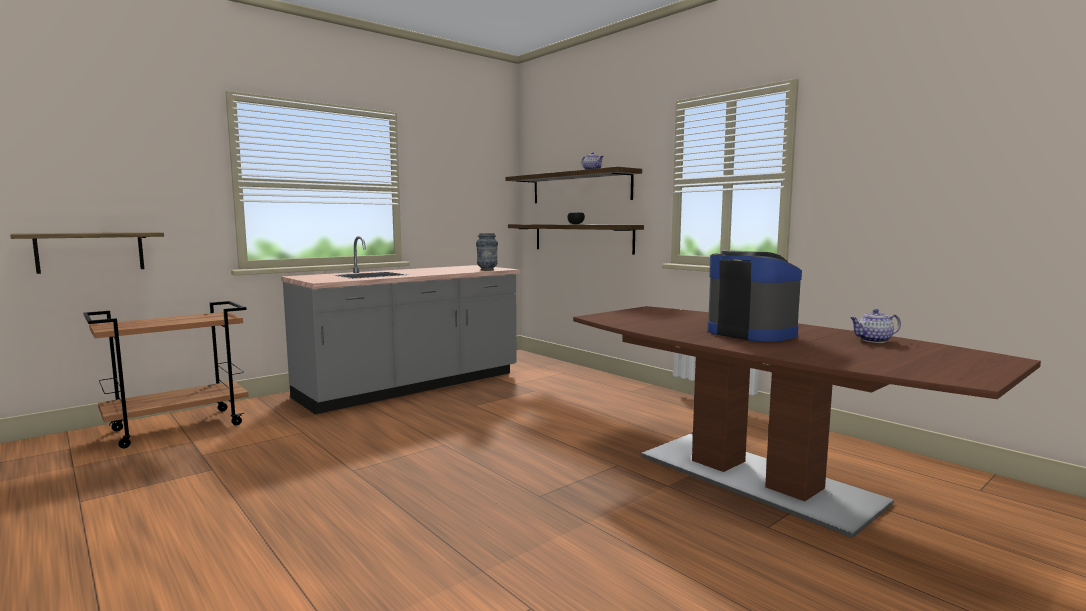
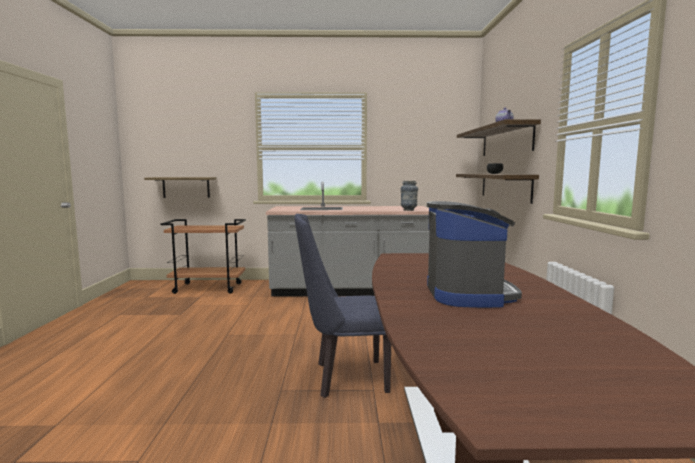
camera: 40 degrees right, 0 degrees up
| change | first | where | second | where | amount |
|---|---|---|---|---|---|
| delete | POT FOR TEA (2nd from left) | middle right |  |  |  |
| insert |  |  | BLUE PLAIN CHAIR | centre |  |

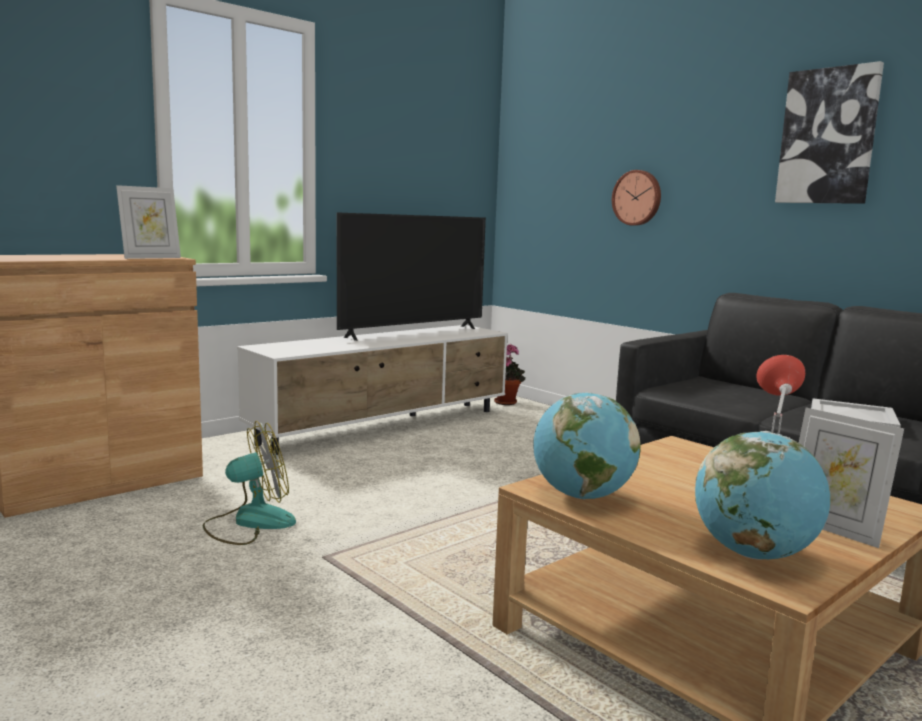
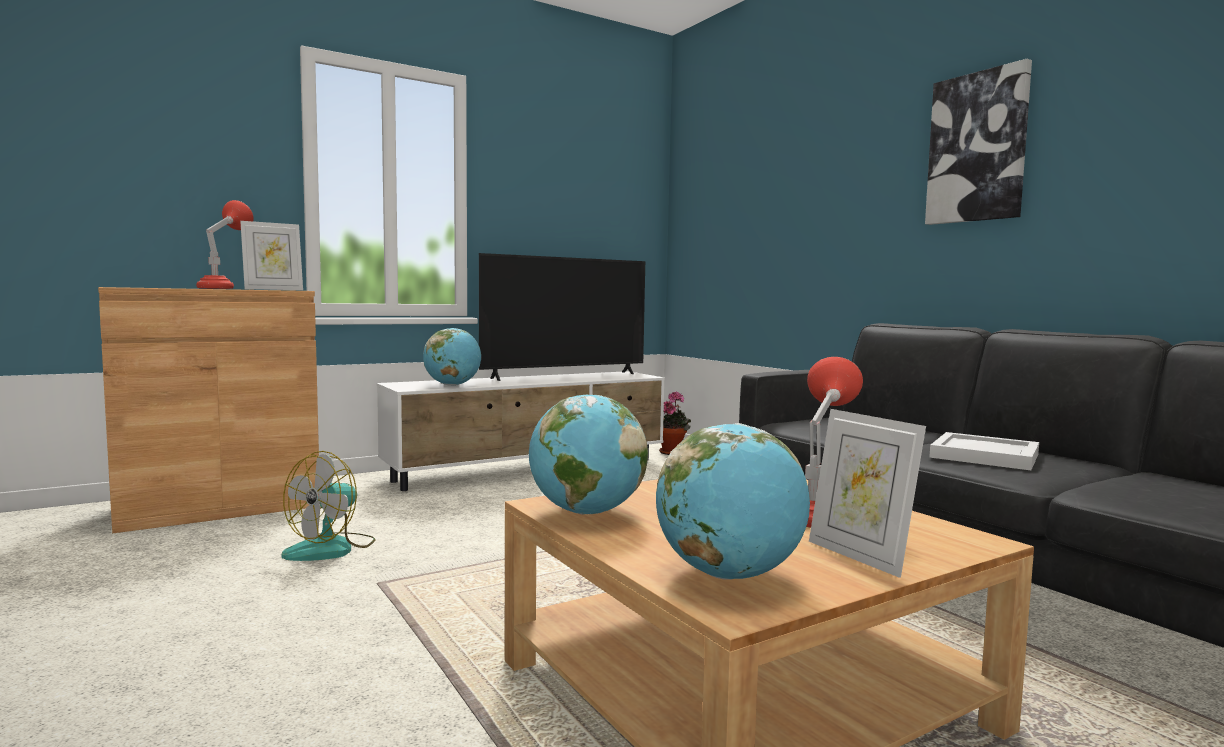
camera: 10 degrees right, 5 degrees down
| change | first | where | second | where | amount |
|---|---|---|---|---|---|
| delete | HANGING CLOCK | top right |  |  |  |
| rotate | ELECTRIC FAN | bottom left |  | bottom left | 135 degrees clockwise |
| insert |  |  | RED LAMP FOR A TABLE (1st from left) | top left |  |
| insert |  |  | DESK GLOBE (1st from left) | centre |  |

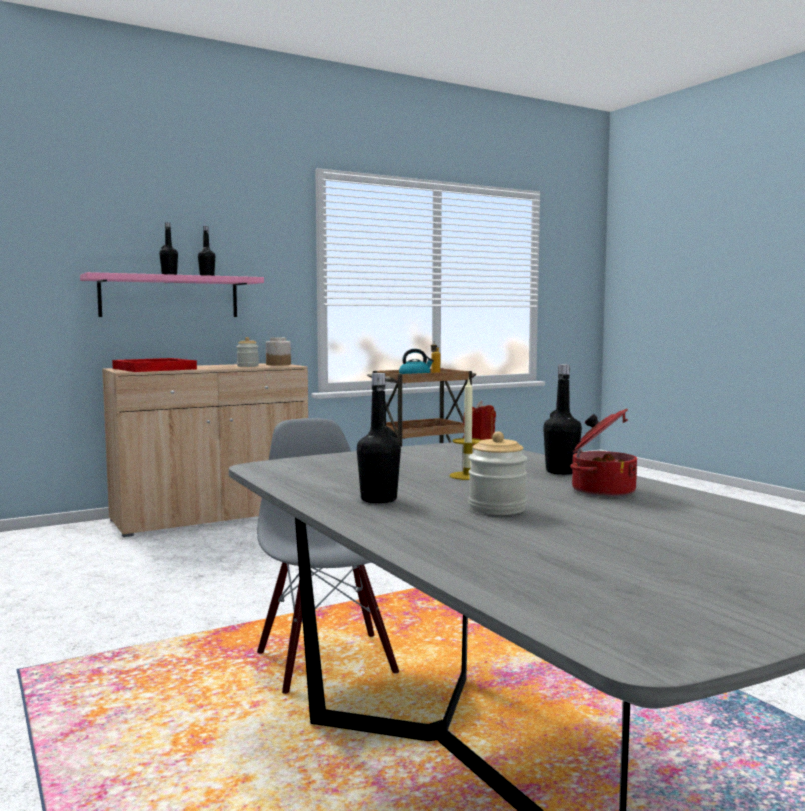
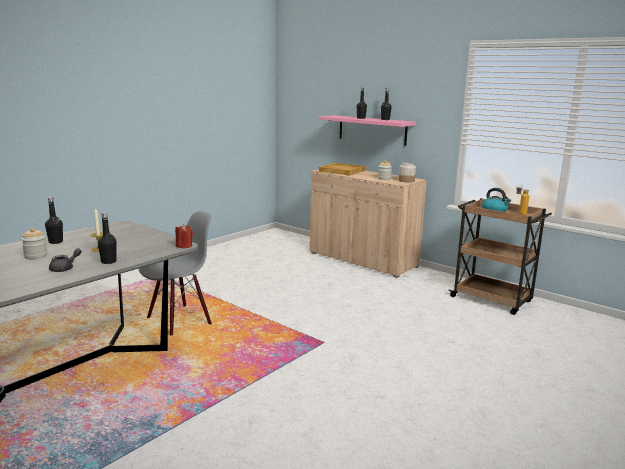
camera: 70 degrees right, 10 degrees up
| change | first | where | second | where | amount |
|---|---|---|---|---|---|
| recolor | RED CARRYING TRAY | middle left | BEIGE-COLOURED CARRYING TRAY | centre |  |
| replace | SAUCEPOT | middle right | GREYISH POT FOR TEA | middle left |  |

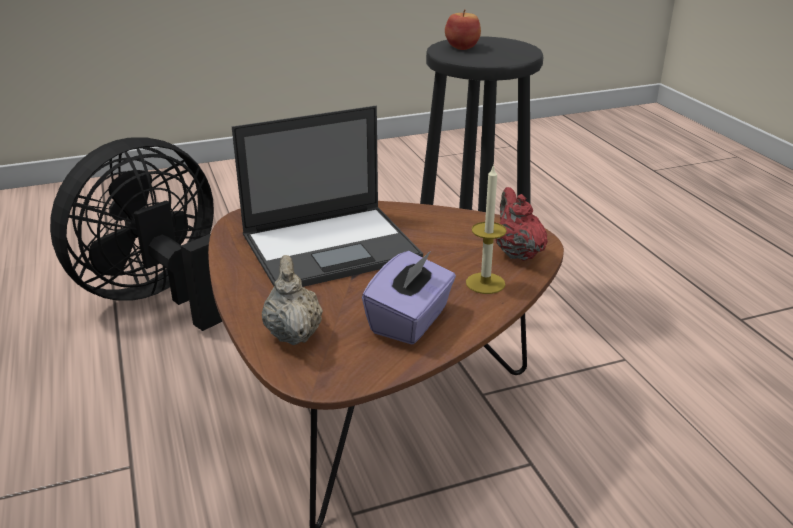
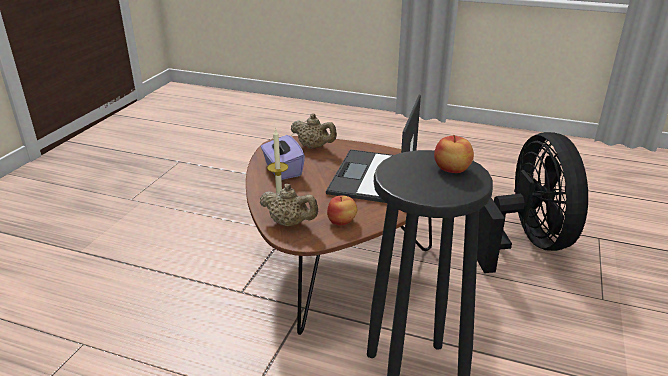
camera: 130 degrees right, 0 degrees up
| change | first | where | second | where | amount |
|---|---|---|---|---|---|
| recolor | RED POT FOR TEA | centre | BEIGE-COLOURED POT FOR TEA (1st from left) | centre |  |
| insert |  |  | APPLE (1st from left) | centre |  |

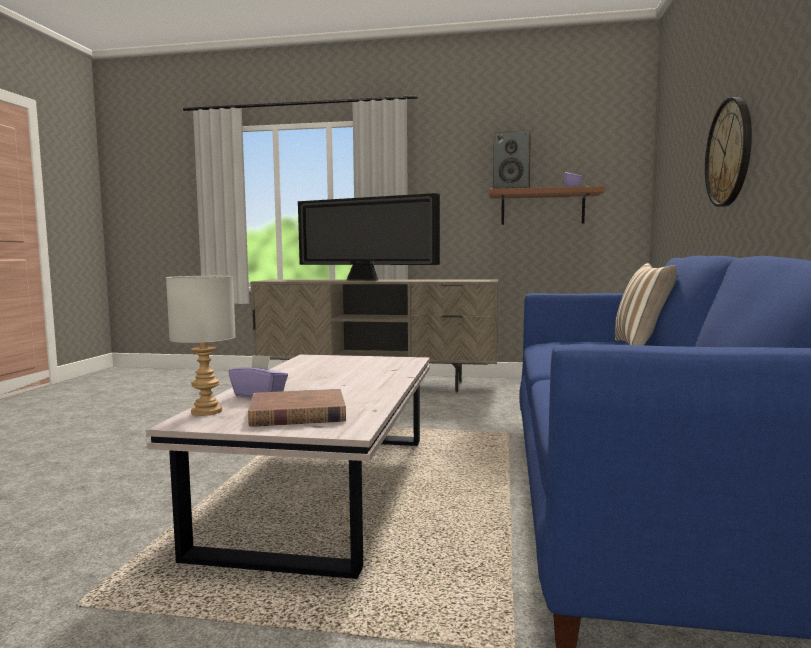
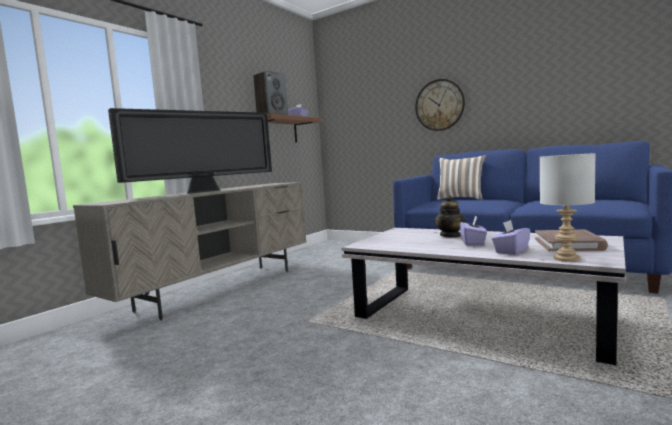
camera: 65 degrees left, 0 degrees up
| change | first | where | second | where | amount |
|---|---|---|---|---|---|
| insert |  |  | POT FOR TEA | middle right |  |
| insert |  |  | PURPLISH TISSUE HOLDER (2nd from left) | middle right |  |

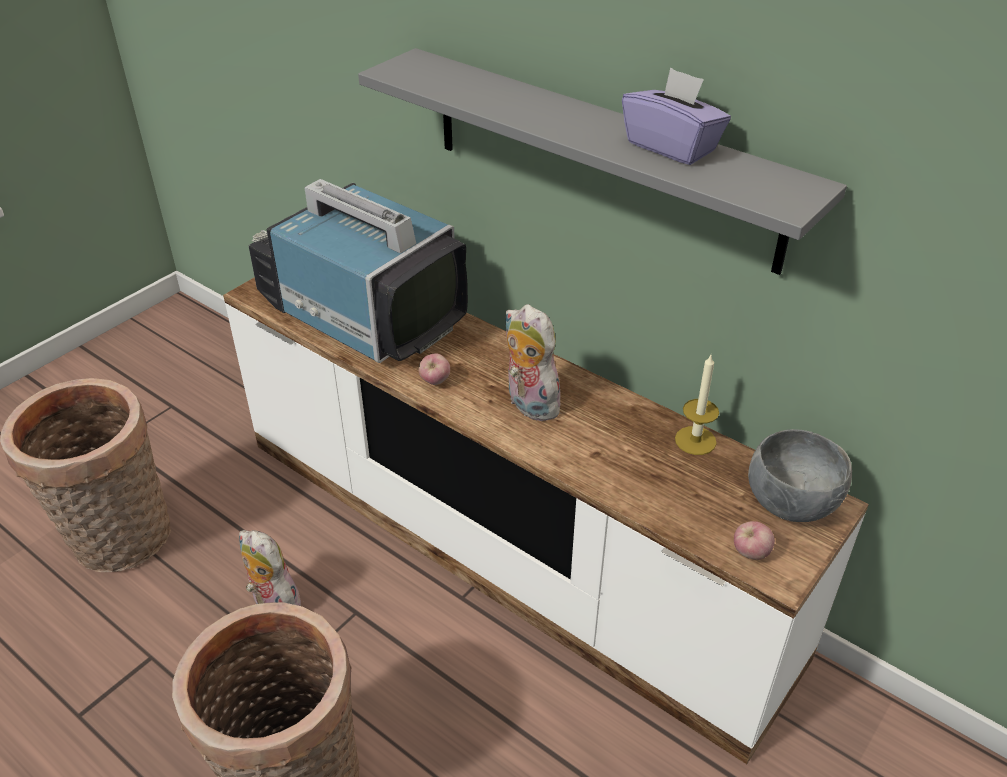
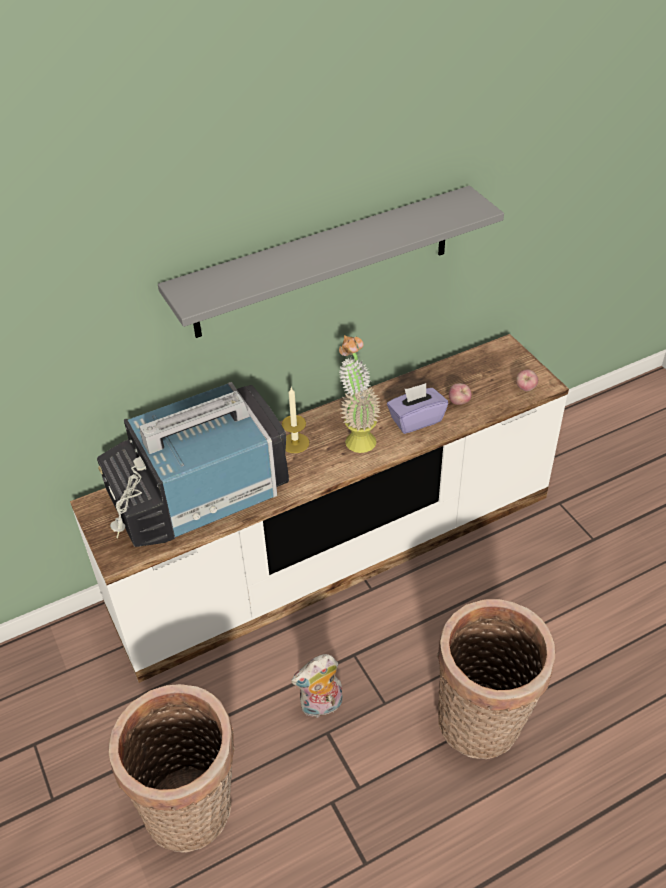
camera: 65 degrees left, 5 degrees up
| change | first | where | second | where | amount |
|---|---|---|---|---|---|
| move | PURPLISH TISSUE HOLDER | top right |  | centre |  |
| replace | SOFT TOY (2nd from left) | centre | POTTED PLANT | centre |  |
| move | APPLE (1st from left) | centre |  | middle right |  |
| move | CANDLE | middle right |  | centre |  |
| delete | GREYISH BOWL | middle right |  |  |  |

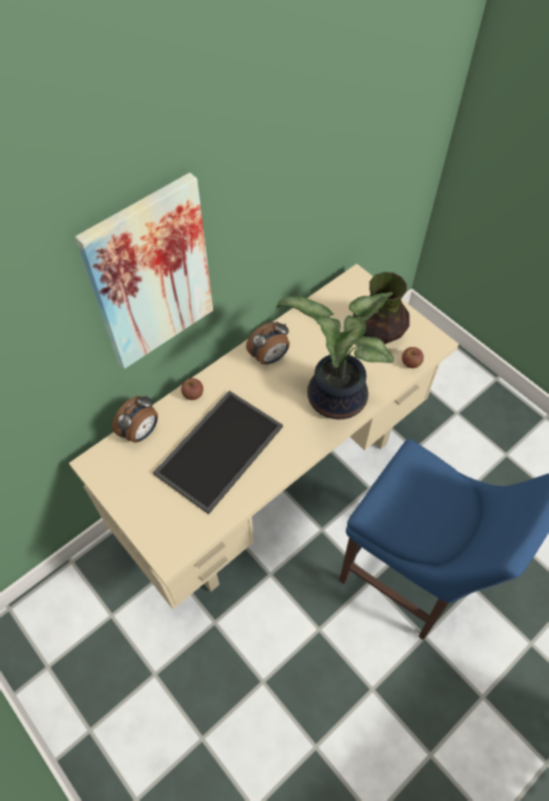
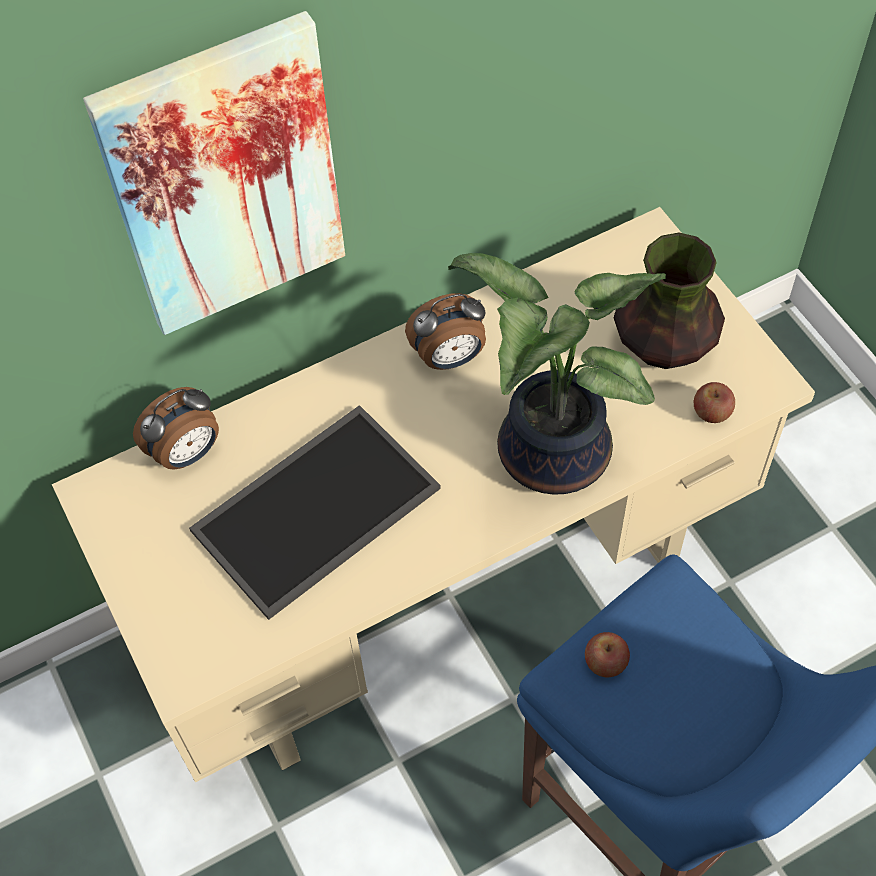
camera: 15 degrees right, 0 degrees up
| change | first | where | second | where | amount |
|---|---|---|---|---|---|
| move | APPLE (1st from left) | centre |  | bottom right |  |

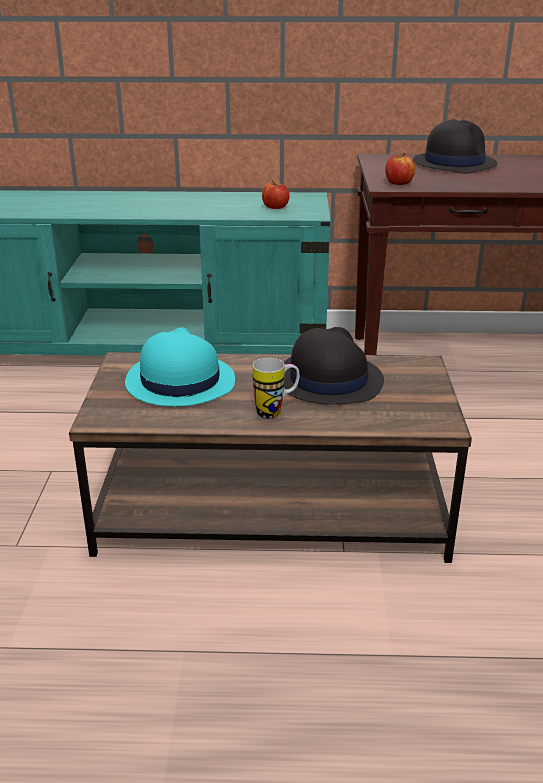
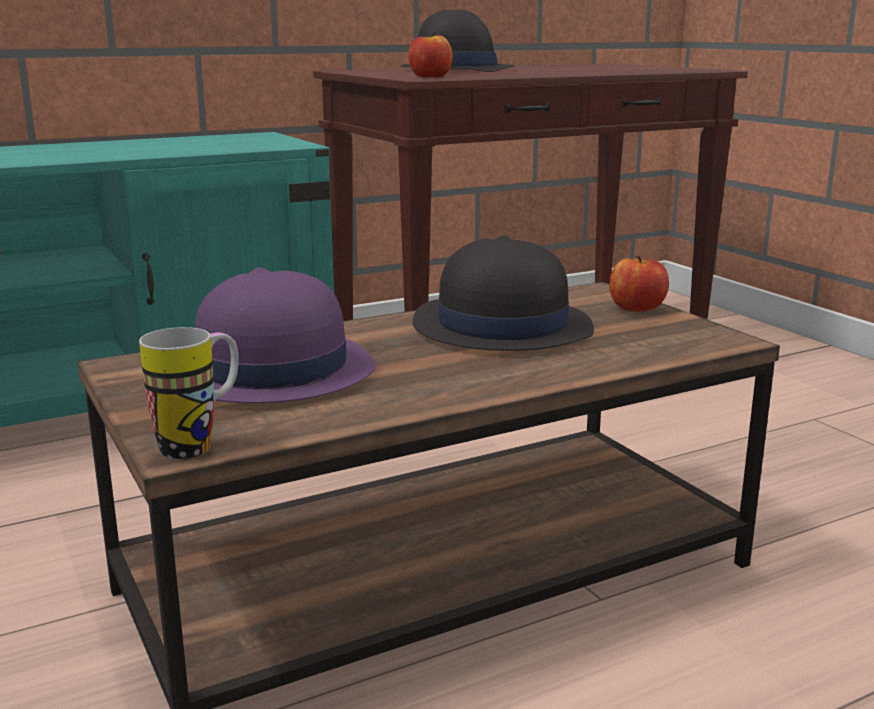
camera: 30 degrees left, 10 degrees down
| change | first | where | second | where | amount |
|---|---|---|---|---|---|
| move | APPLE (1st from left in the first image) | top centre | APPLE (2nd from left) | middle right |  |
| recolor | TURQUOISE WEARABLE HAT | middle left | PURPLISH WEARABLE HAT | middle left |  |
| move | TEA MUG | centre |  | middle left |  |

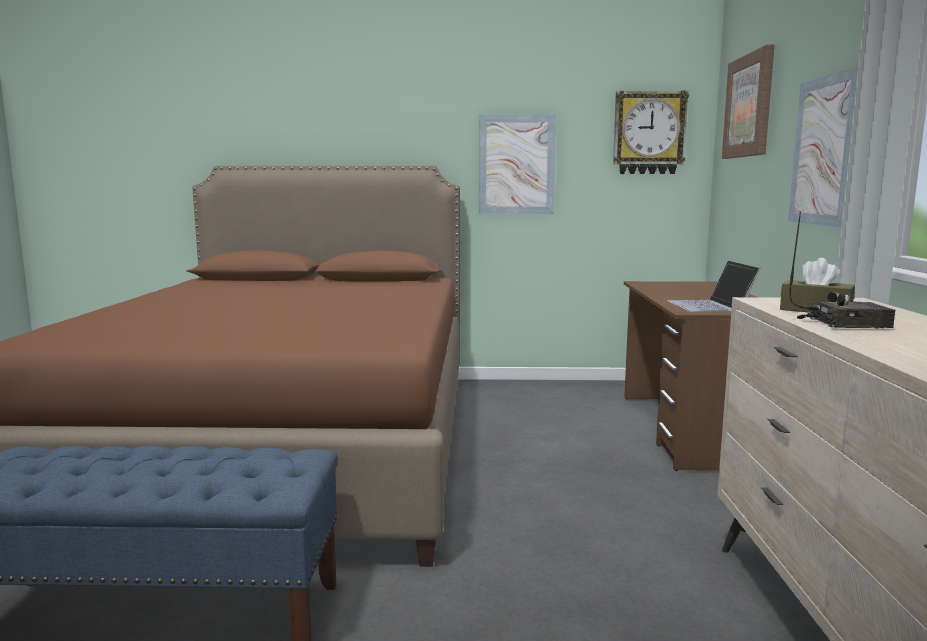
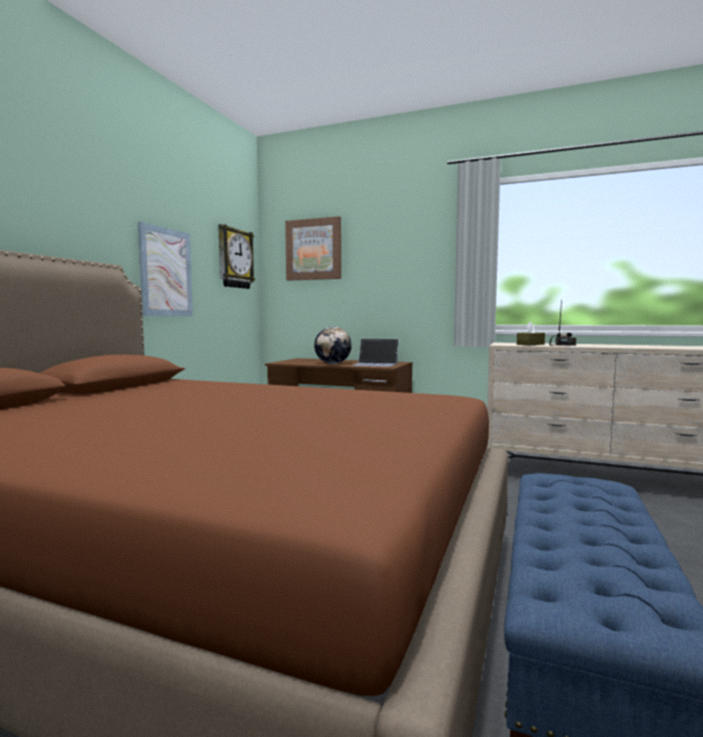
camera: 70 degrees left, 5 degrees down
| change | first | where | second | where | amount |
|---|---|---|---|---|---|
| delete | WALL ART (3rd from left) | top right |  |  |  |
| insert |  |  | DESK GLOBE | centre |  |

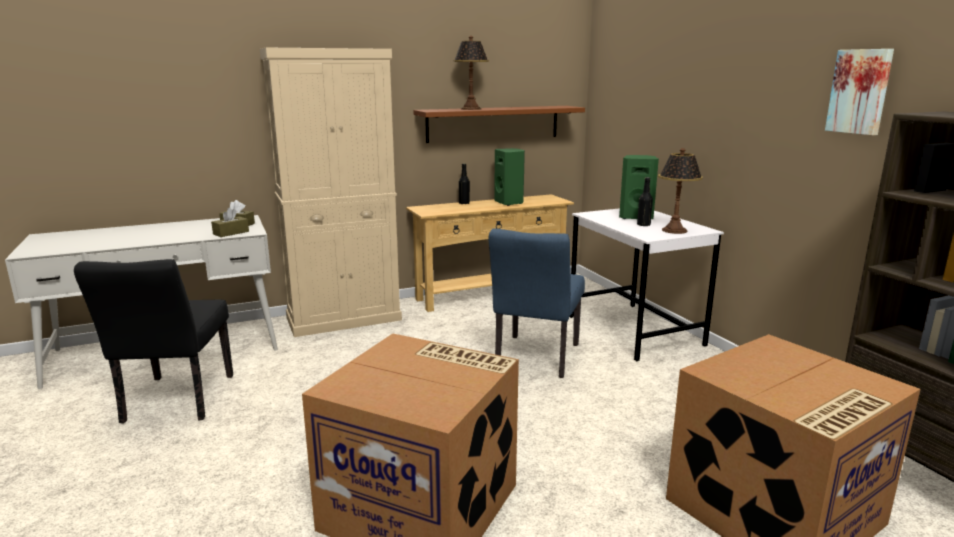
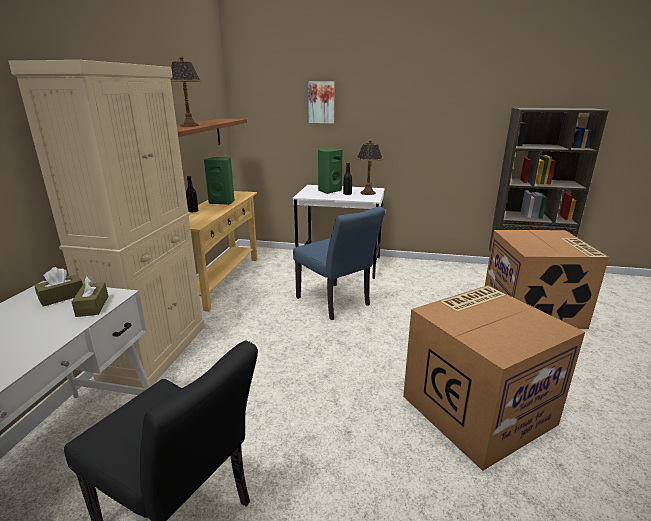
camera: 55 degrees left, 5 degrees up
| change | first | where | second | where | amount |
|---|---|---|---|---|---|
| move | WALL ART | top right |  | top centre |  |

